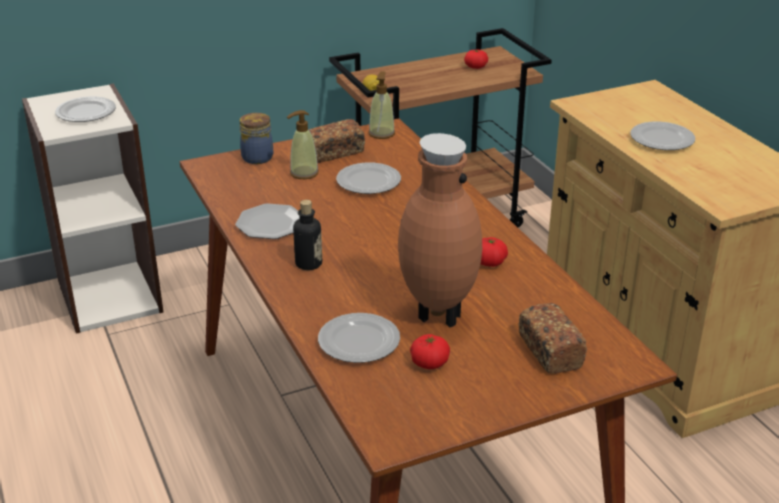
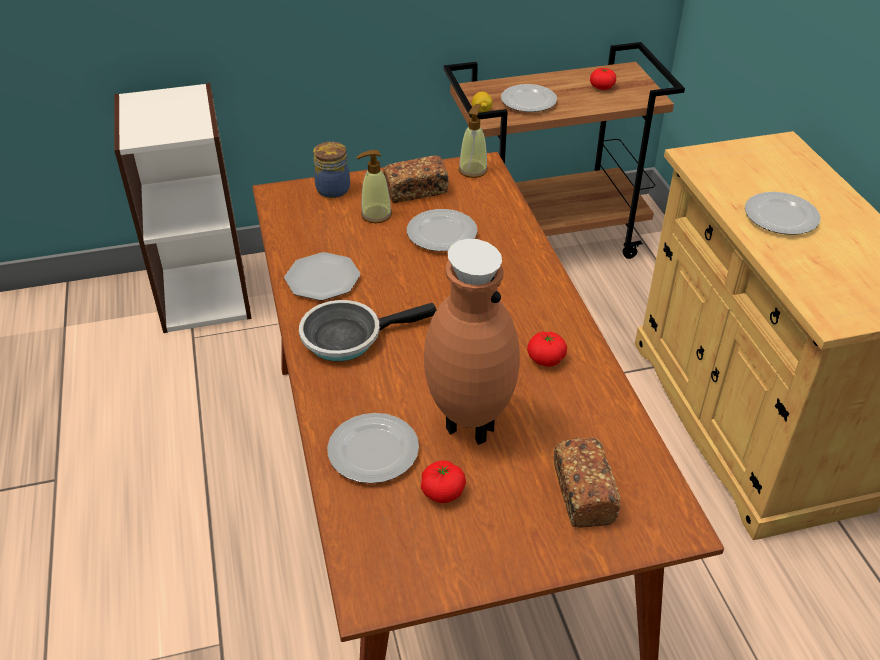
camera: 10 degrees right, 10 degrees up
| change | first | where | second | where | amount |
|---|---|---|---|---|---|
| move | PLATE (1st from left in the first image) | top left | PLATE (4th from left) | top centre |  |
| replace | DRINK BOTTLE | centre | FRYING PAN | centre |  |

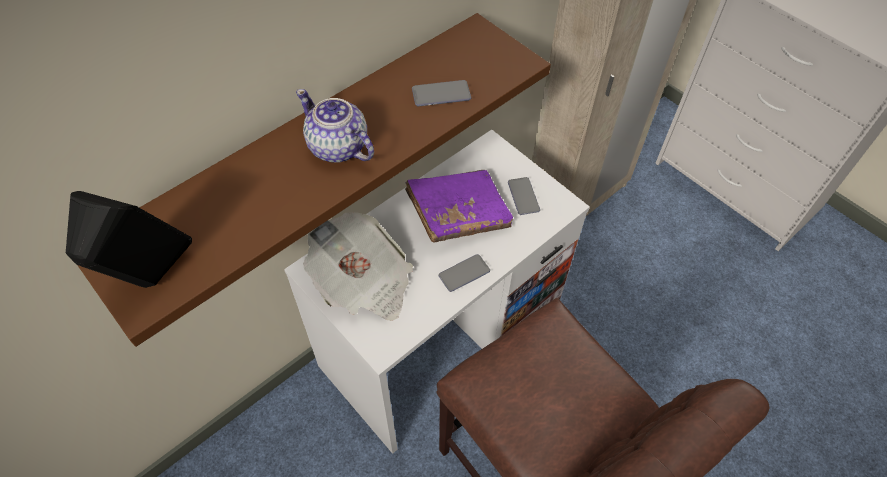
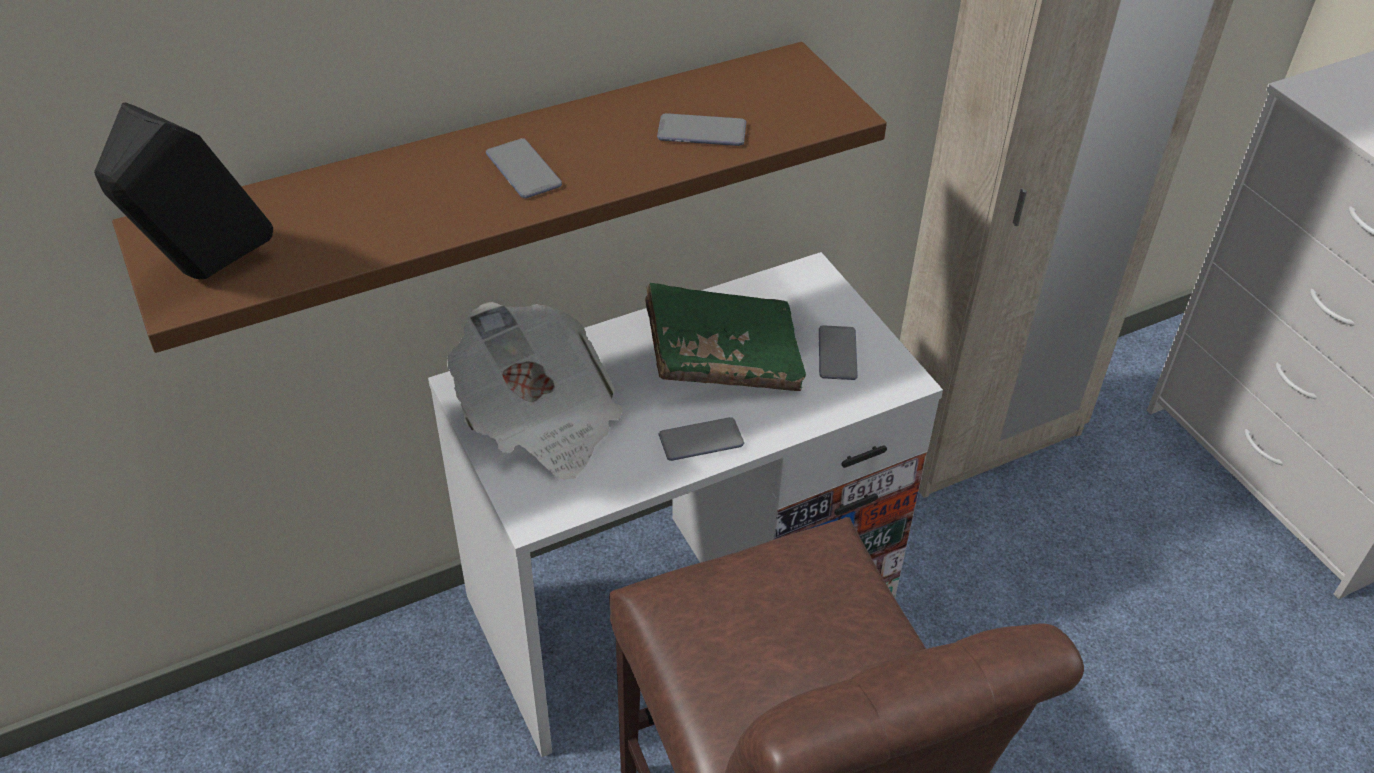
camera: 15 degrees right, 10 degrees down
| change | first | where | second | where | amount |
|---|---|---|---|---|---|
| replace | POT FOR TEA | top centre | TELEPHONE (1st from left) | top centre |  |
| recolor | PURPLISH BOUND BOOK | centre | GREENISH BOUND BOOK | centre |  |

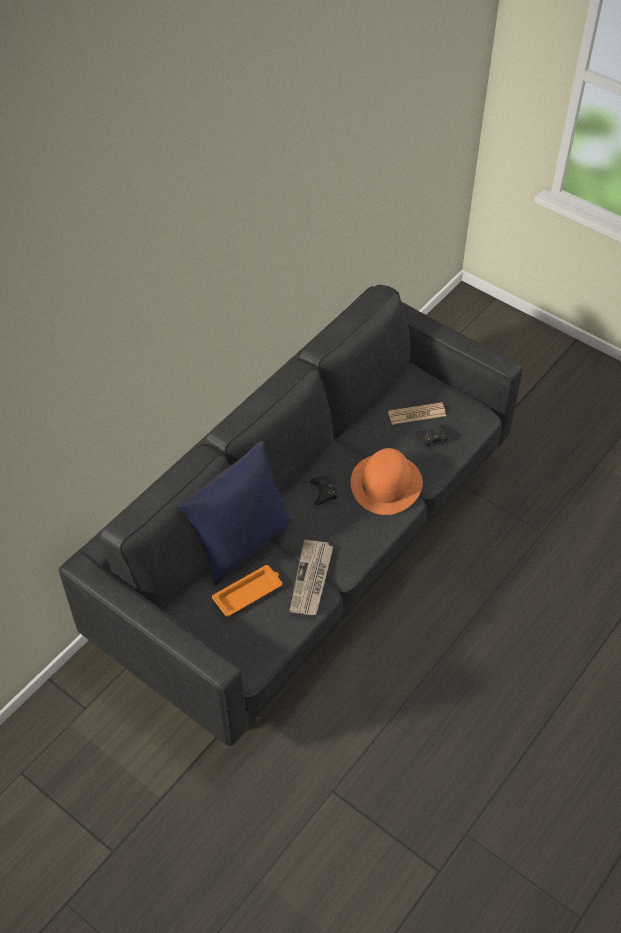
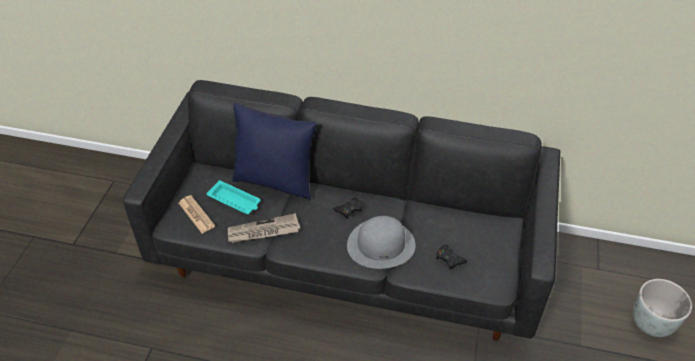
camera: 65 degrees right, 5 degrees down
| change | first | where | second | where | amount |
|---|---|---|---|---|---|
| move | NEWSPAPER (2nd from left in the first image) | middle right | NEWSPAPER (1st from left) | middle left |  |
| recolor | ORANGE-COLOURED WEARABLE HAT | centre | GREYISH WEARABLE HAT | bottom centre |  |
| recolor | ORANGE-COLOURED CARRYING TRAY | centre | TURQUOISE CARRYING TRAY | centre |  |
| insert |  |  | GREYISH PLANT POT | bottom right |  |

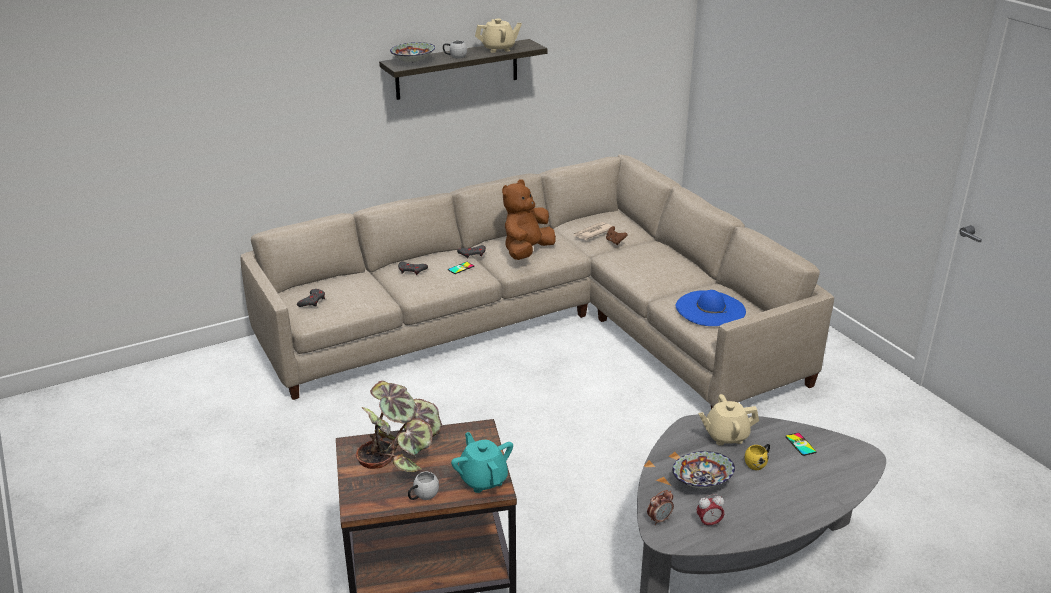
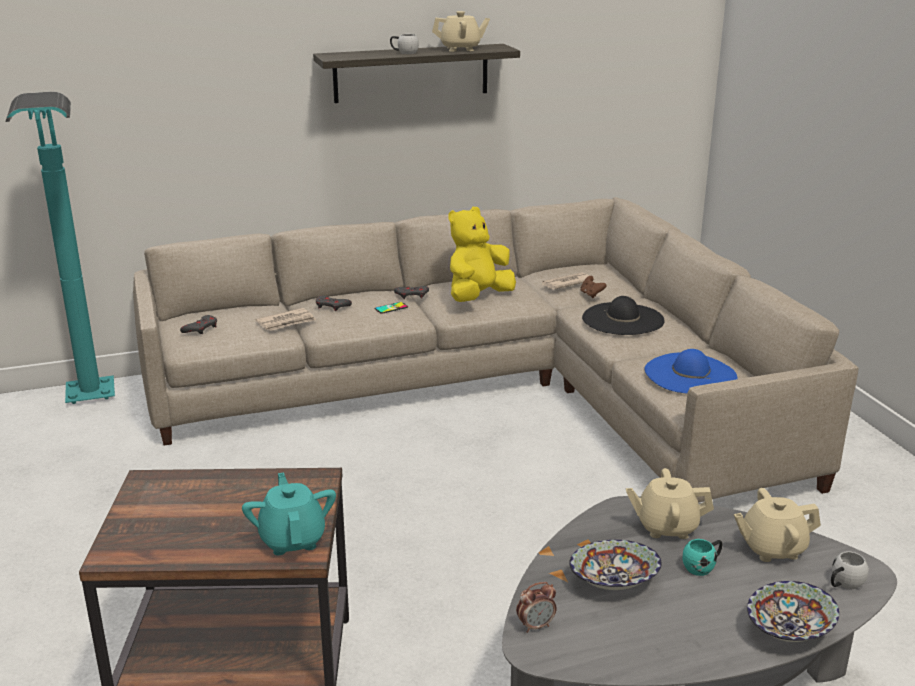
camera: 10 degrees right, 5 degrees down
| change | first | where | second | where | amount |
|---|---|---|---|---|---|
| move | BOWL (1st from left in the first image) | top centre | BOWL (2nd from left) | bottom right |  |
| recolor | BROWN-COLOURED SOFT TOY | centre | YELLOW-COLOURED SOFT TOY | centre |  |
| delete | POTTED PLANT | bottom centre |  |  |  |
| replace | TELEPHONE (2nd from left) | bottom right | BEIGE-COLOURED POT FOR TEA (3rd from left) | bottom right |  |
| recolor | YELLOW-COLOURED TEA MUG | bottom right | TURQUOISE TEA MUG | bottom right |  |
| move | WHITISH TEA MUG (1st from left in the first image) | bottom centre | WHITISH TEA MUG (2nd from left) | bottom right |  |
| delete | TABLE CLOCK (2nd from left) | bottom right |  |  |  |
| insert |  |  | TURQUOISE STANDING LAMP | middle left |  |
| insert |  |  | BLACKISH WEARABLE HAT | middle right |  |
| insert |  |  | NEWSPAPER (1st from left) | middle left |  |

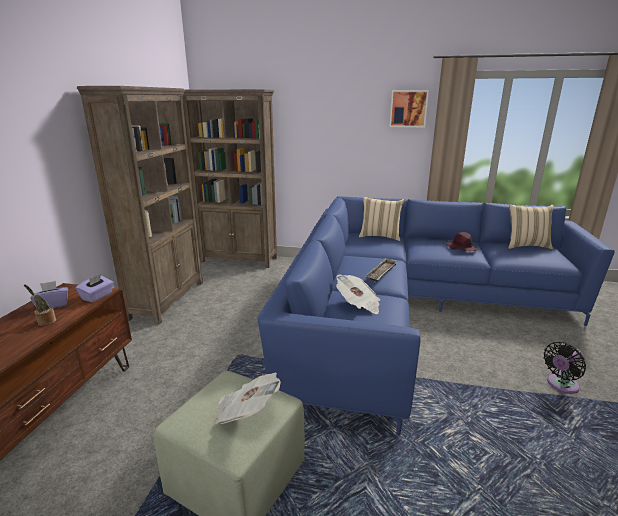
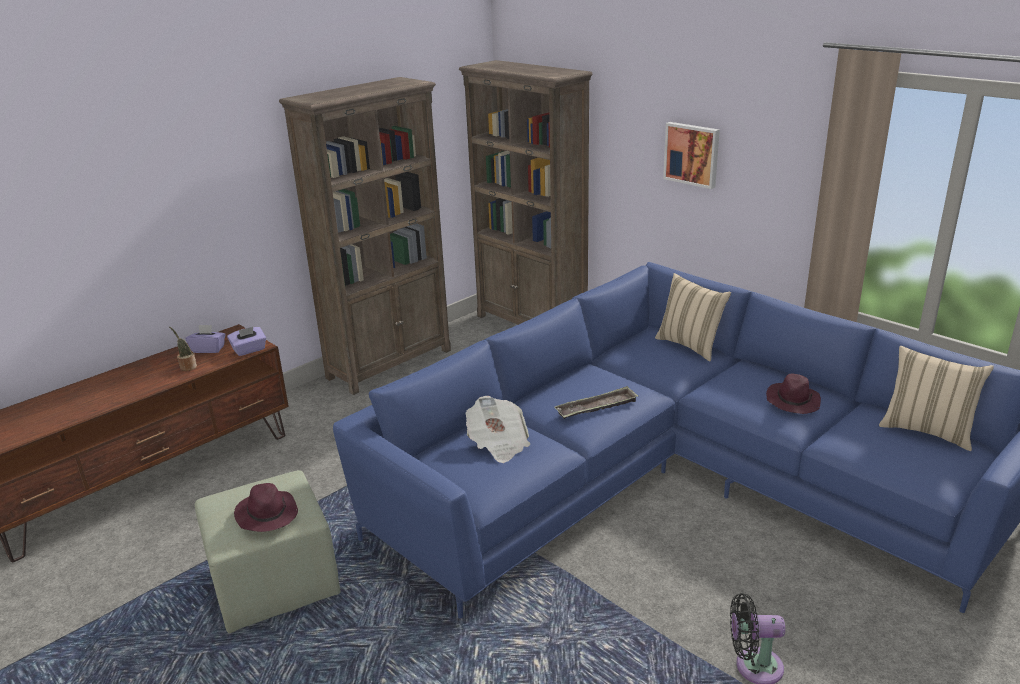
camera: 35 degrees right, 5 degrees up
| change | first | where | second | where | amount |
|---|---|---|---|---|---|
| move | WALL ART | top centre |  | top right |  |
| replace | NEWSPAPER (1st from left) | bottom centre | PURPLISH WEARABLE HAT (1st from left) | bottom left |  |

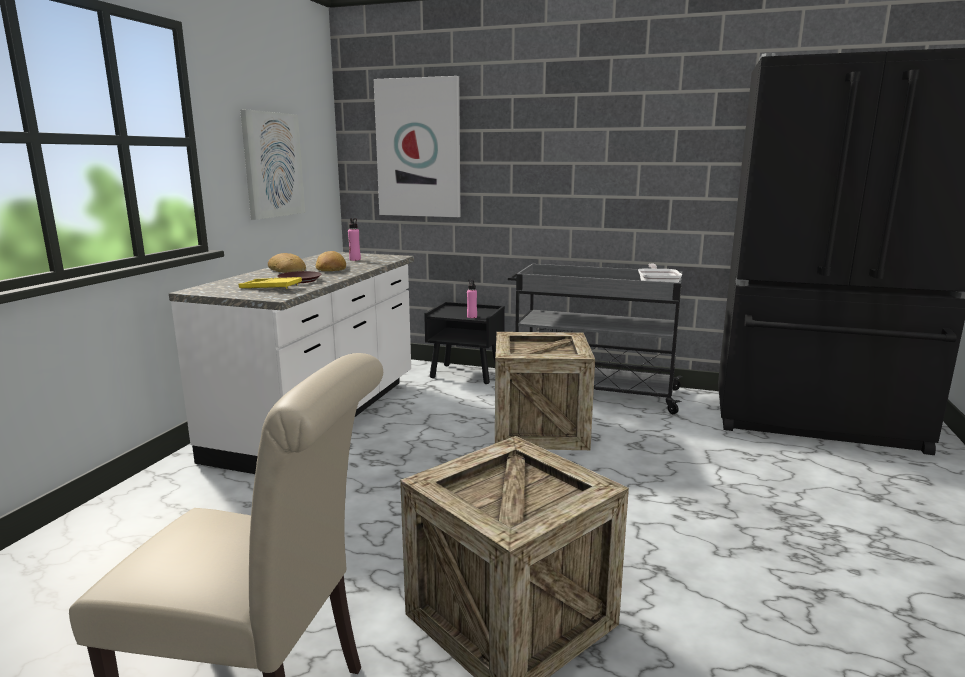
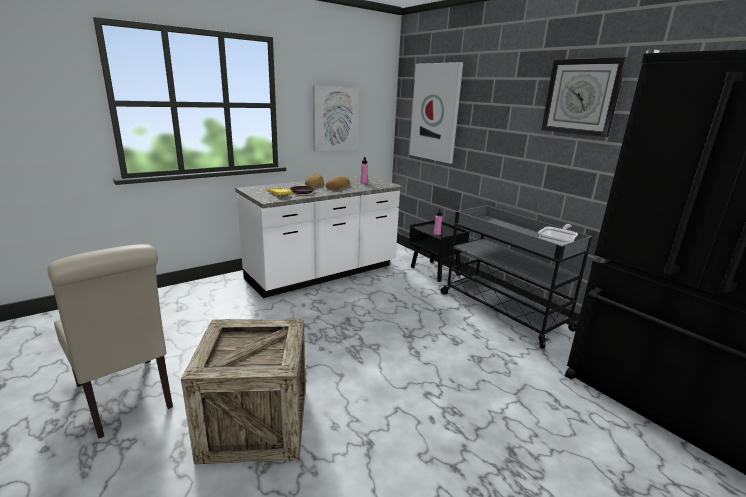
camera: 35 degrees right, 5 degrees up
| change | first | where | second | where | amount |
|---|---|---|---|---|---|
| delete | CRATE (2nd from left) | centre |  |  |  |
| insert |  |  | HANGING CLOCK | top right |  |

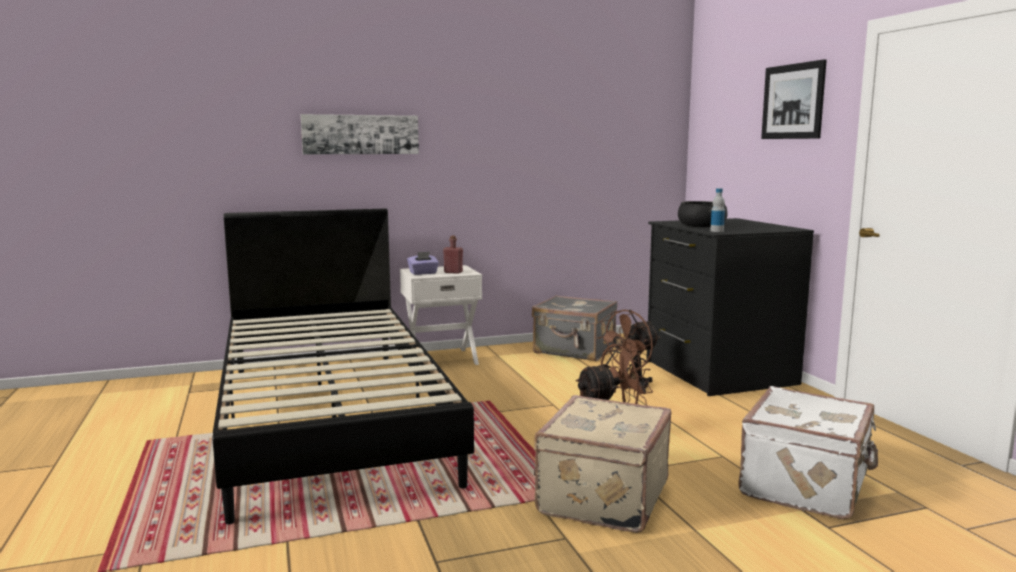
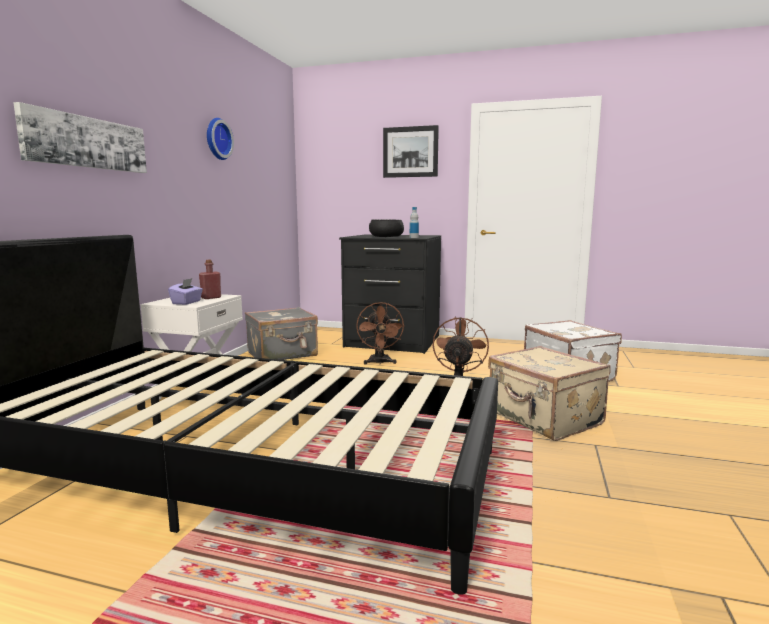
camera: 55 degrees left, 0 degrees up
| change | first | where | second | where | amount |
|---|---|---|---|---|---|
| insert |  |  | HANGING CLOCK | top left |  |

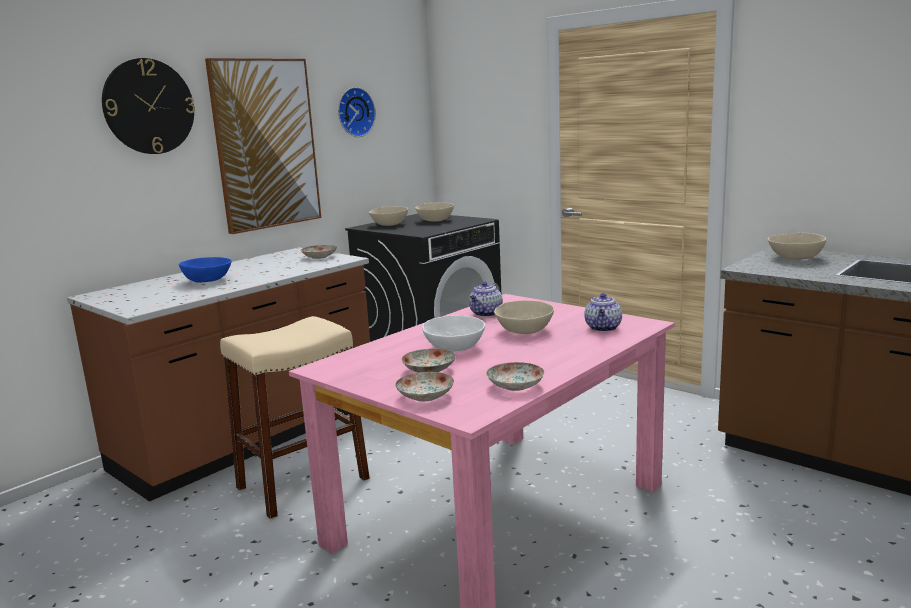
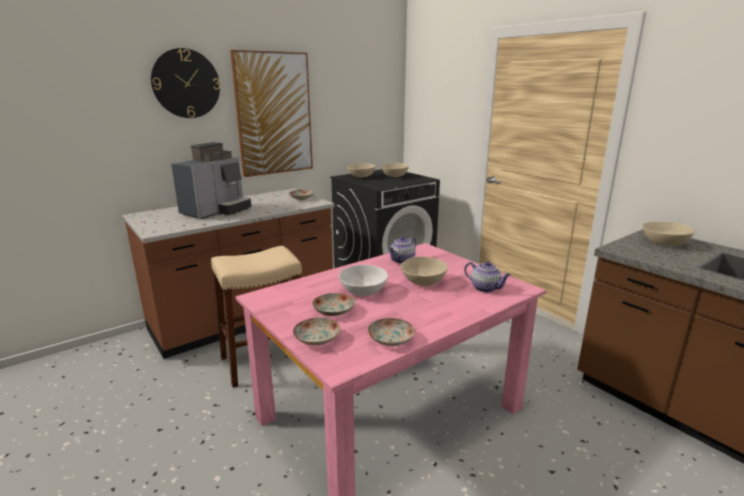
camera: 10 degrees right, 5 degrees up
| change | first | where | second | where | amount |
|---|---|---|---|---|---|
| delete | HANGING CLOCK (2nd from left) | top centre |  |  |  |
| replace | BLUE BOWL | middle left | COFFEE MAKER | middle left |  |
| rotate | POT FOR TEA (2nd from left) | centre |  | centre | 75 degrees counterclockwise |

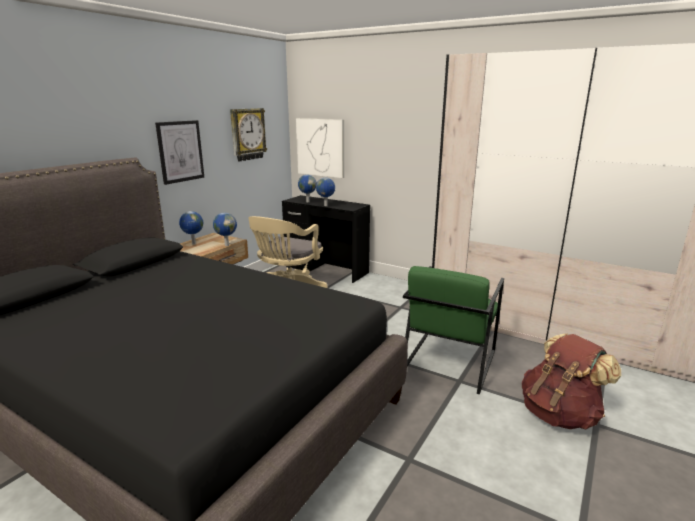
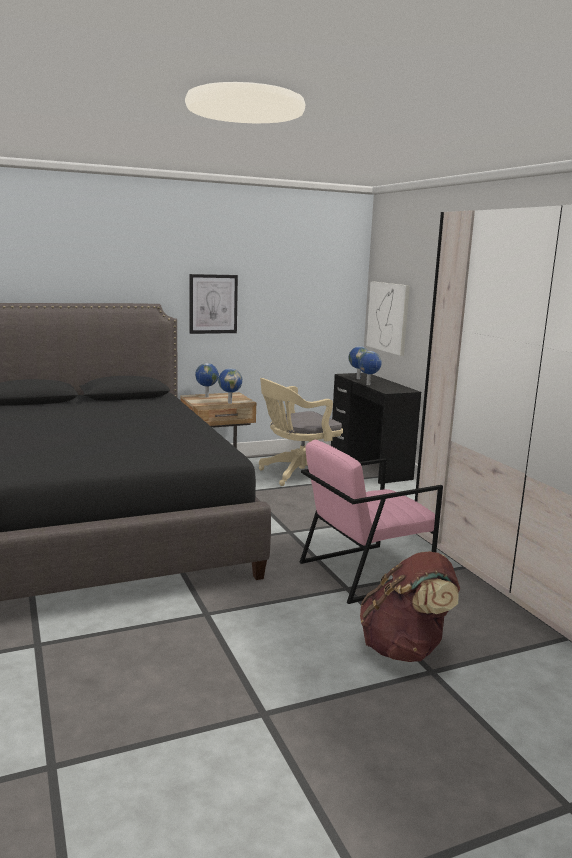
camera: 35 degrees right, 5 degrees down
| change | first | where | second | where | amount |
|---|---|---|---|---|---|
| delete | HANGING CLOCK | top centre |  |  |  |
| recolor | GREENISH ARMCHAIR | centre | PINK ARMCHAIR | centre |  |

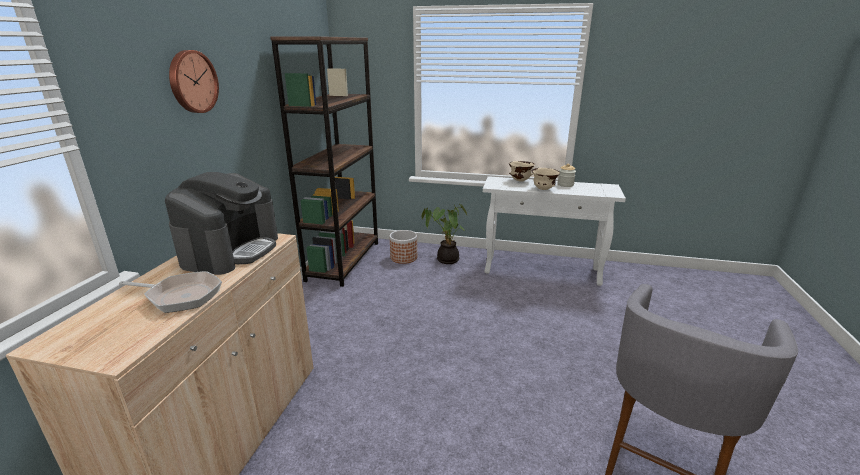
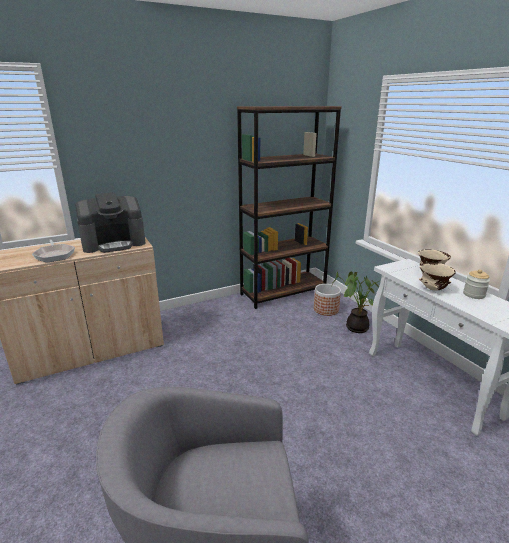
camera: 50 degrees right, 0 degrees up
| change | first | where | second | where | amount |
|---|---|---|---|---|---|
| delete | HANGING CLOCK | top left |  |  |  |

